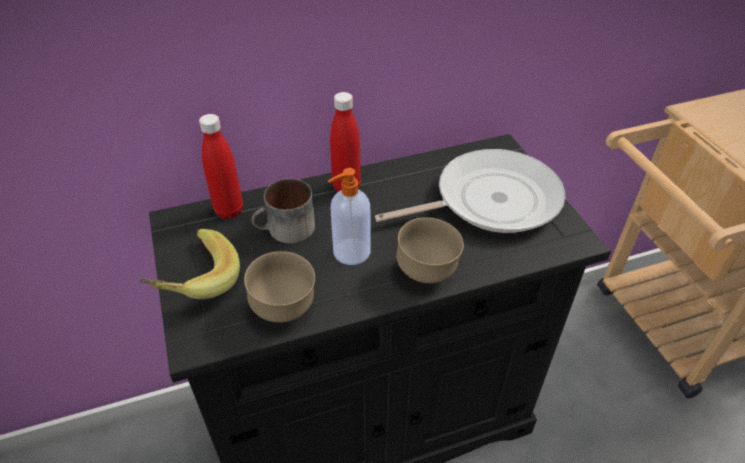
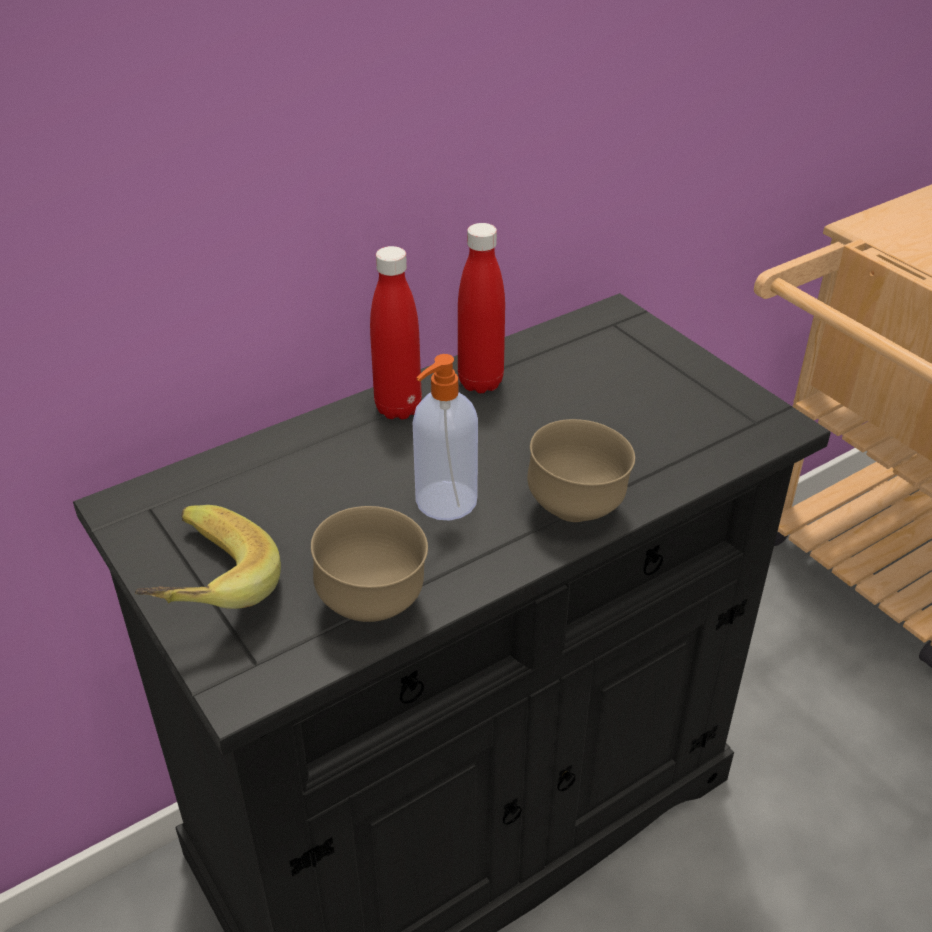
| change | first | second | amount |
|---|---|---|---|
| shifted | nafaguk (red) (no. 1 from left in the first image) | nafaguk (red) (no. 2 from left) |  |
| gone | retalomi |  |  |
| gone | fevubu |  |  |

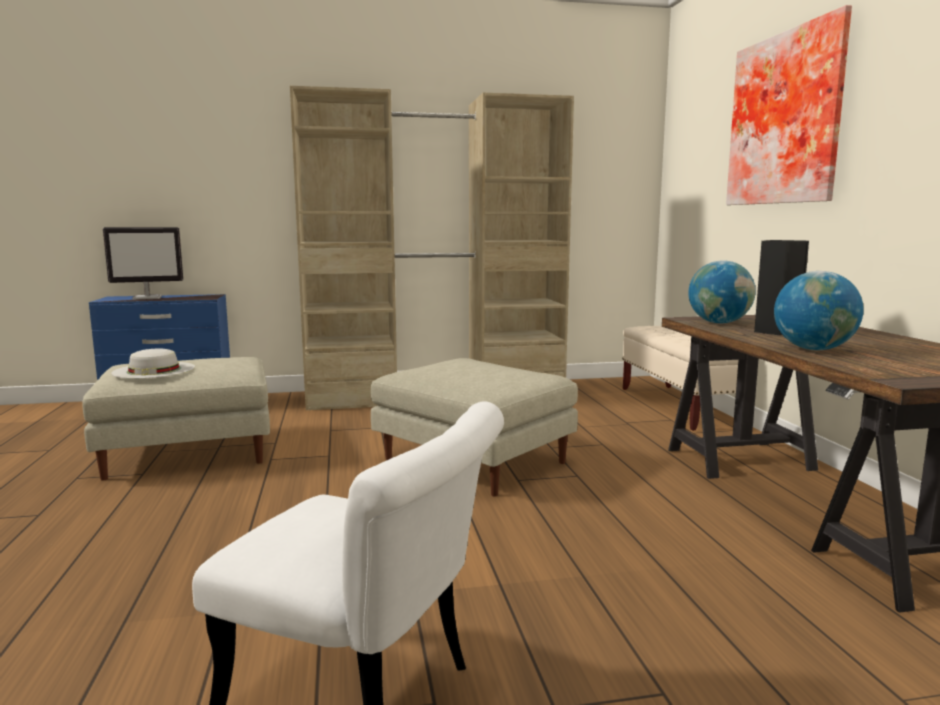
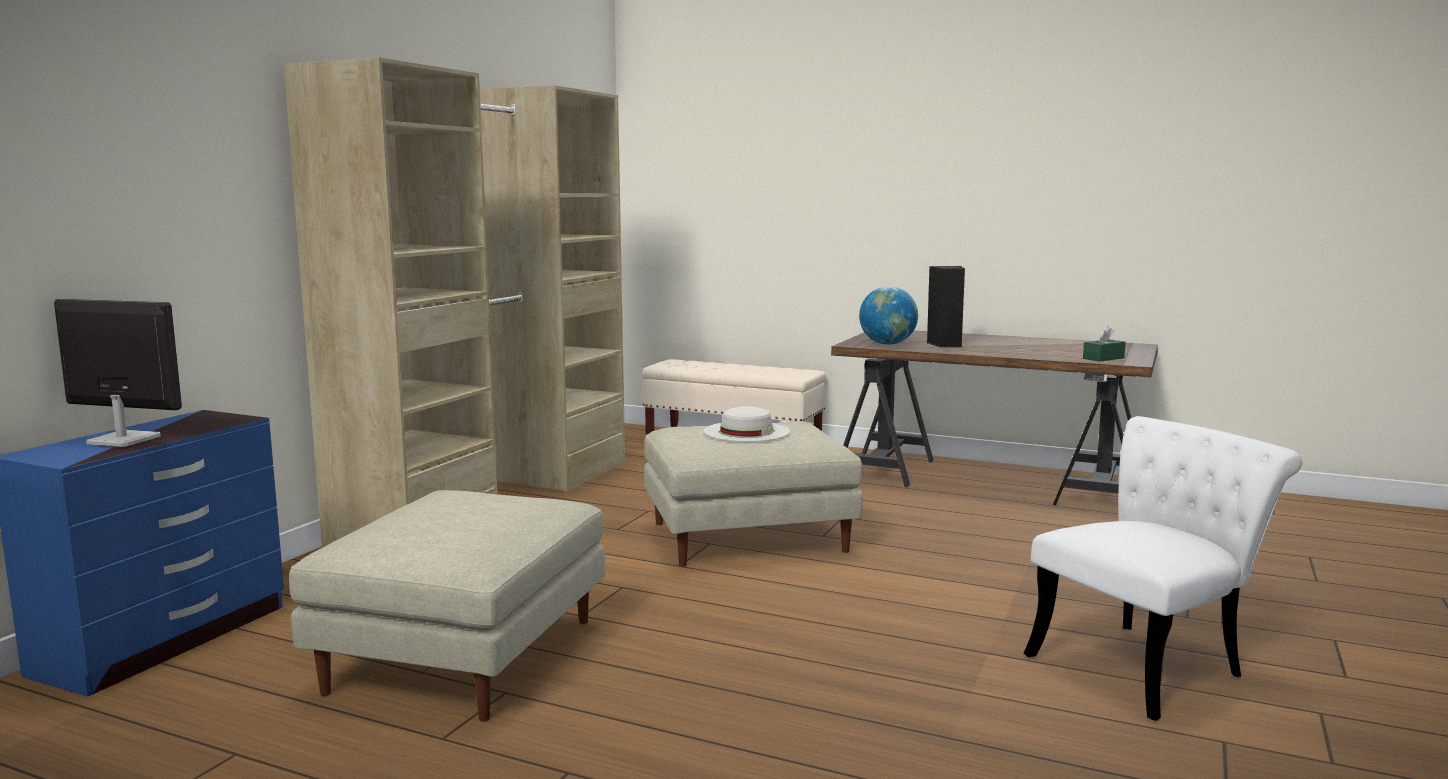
| change | first | second | amount |
|---|---|---|---|
| gone | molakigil |  |  |
| rotated | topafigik |  | 90 degrees counterclockwise |
| gone | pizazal (no. 2 from left) |  |  |
| shifted | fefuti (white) |  |  |
| new |  | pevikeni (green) |  |

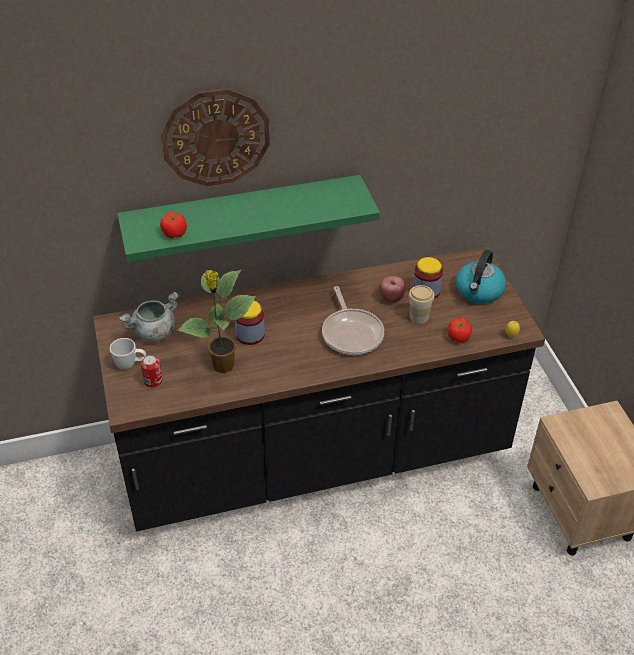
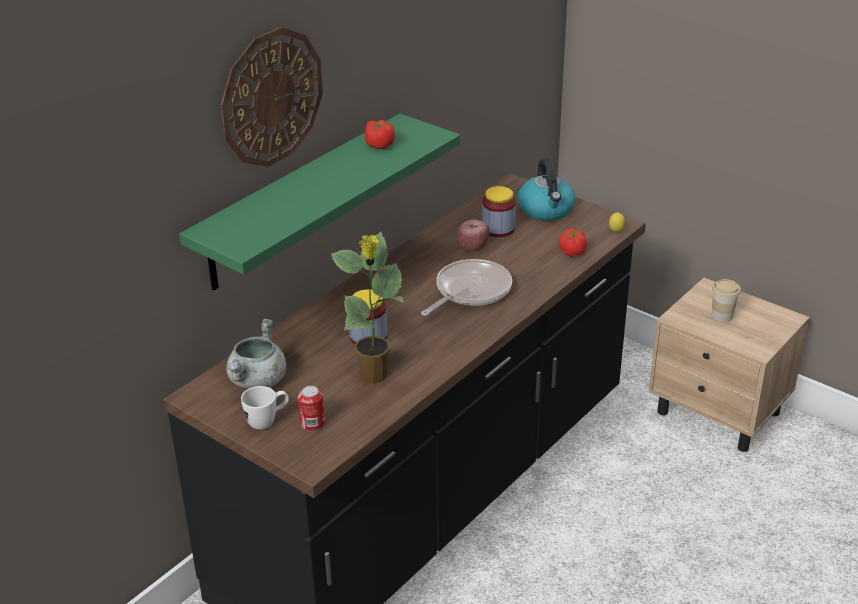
| change | first | second | amount |
|---|---|---|---|
| shifted | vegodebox (no. 1 from left) |  |  |
| shifted | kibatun |  |  |
| rotated | retalomi |  | 90 degrees counterclockwise |

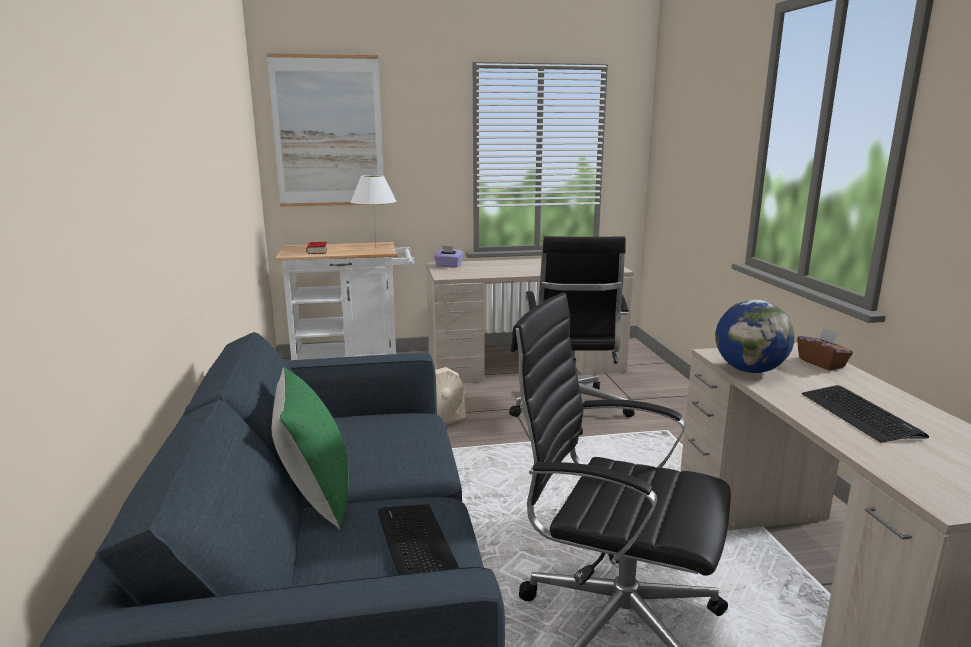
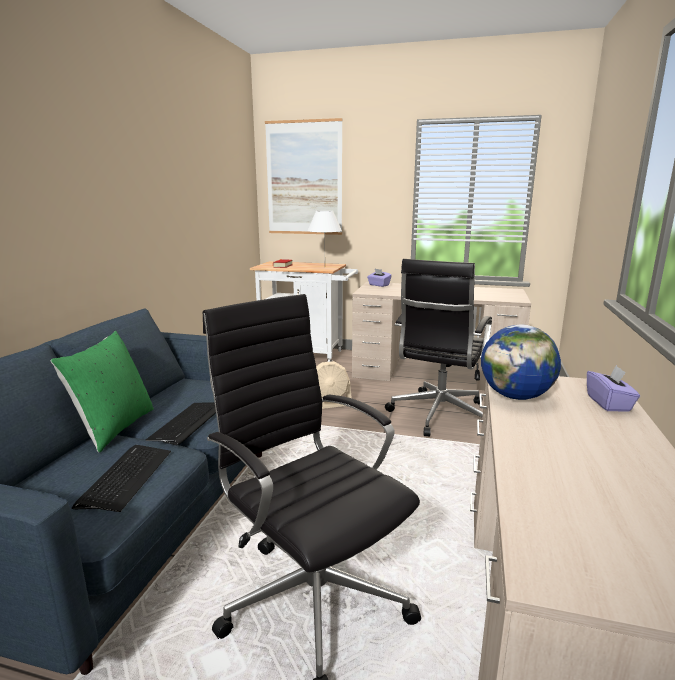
| change | first | second | amount |
|---|---|---|---|
| repainted | pevikeni (brown) | pevikeni (purple) (no. 2 from left) |  |
| shifted | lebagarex (no. 2 from left) |  |  |

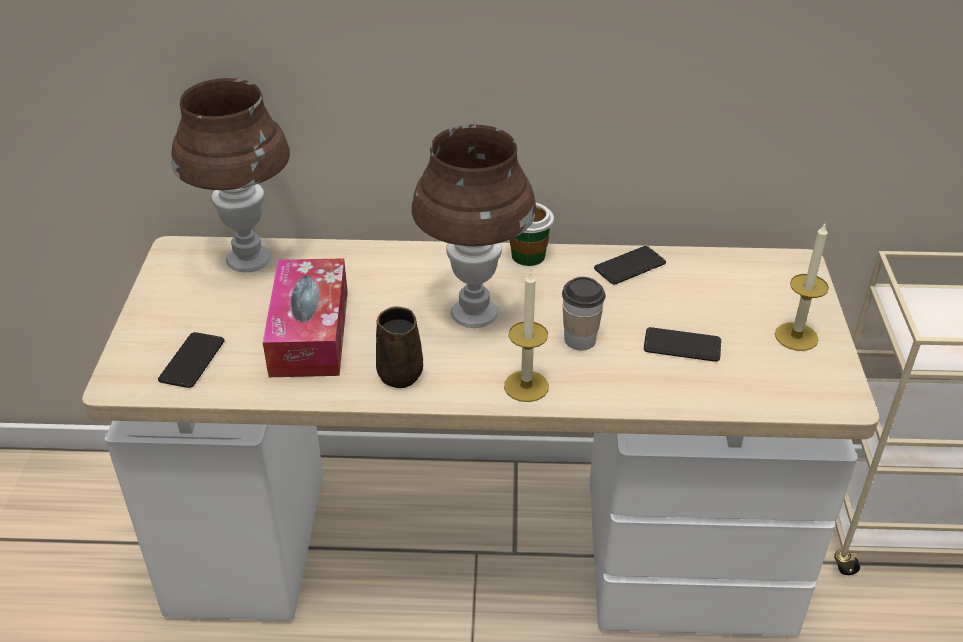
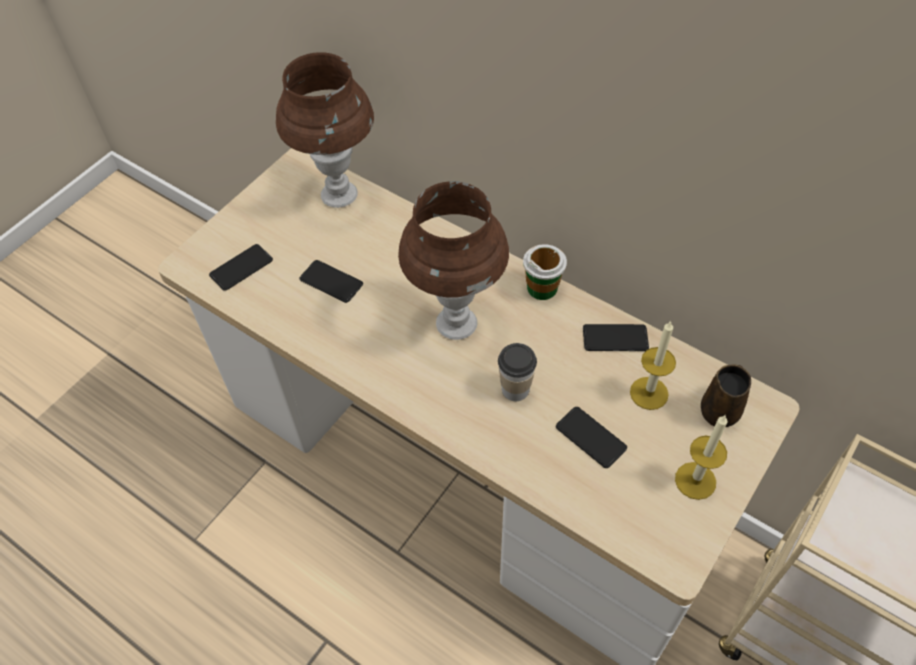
| change | first | second | amount |
|---|---|---|---|
| swapped | pevikeni | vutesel (no. 2 from left) |  |
| shifted | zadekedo (no. 1 from left) |  |  |
| shifted | fevubu (brown) |  |  |

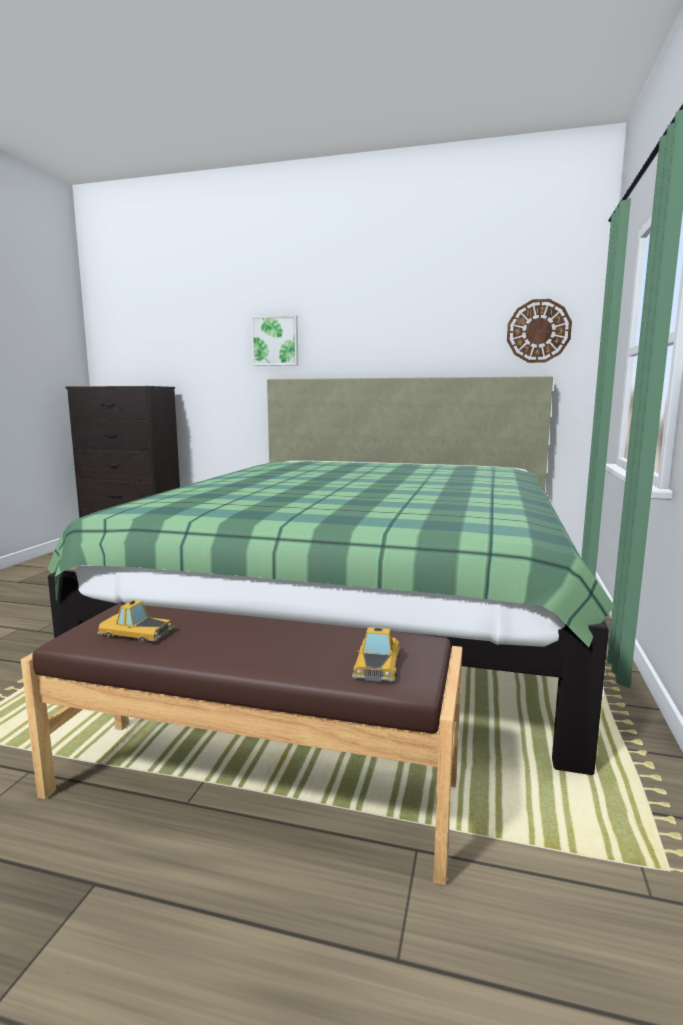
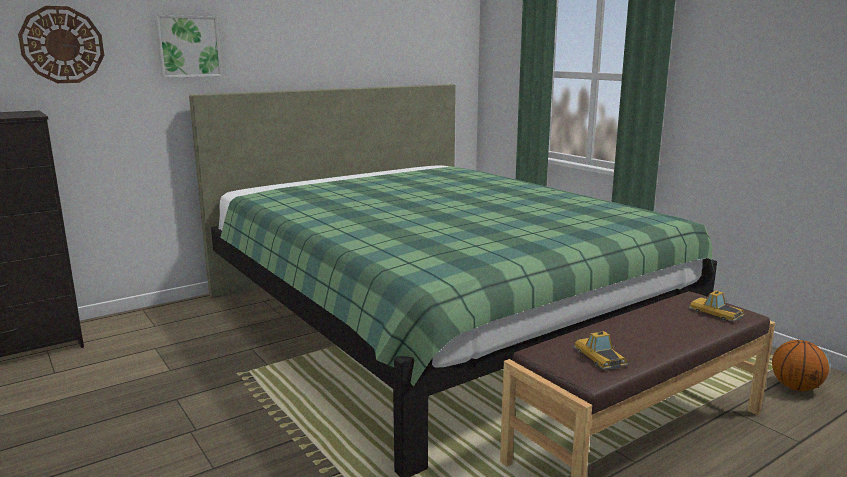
| change | first | second | amount |
|---|---|---|---|
| shifted | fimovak |  |  |
| rotated | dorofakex (no. 1 from left) |  | 105 degrees clockwise |
| new |  | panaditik |  |

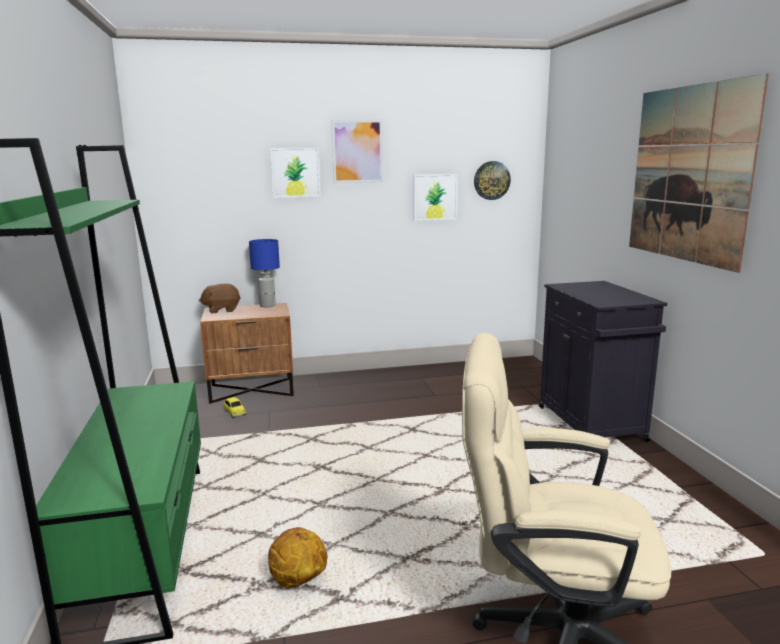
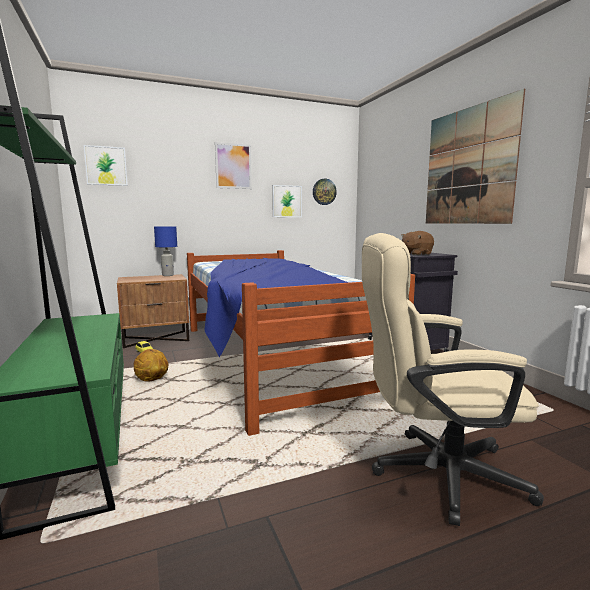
| change | first | second | amount |
|---|---|---|---|
| shifted | molakigil (no. 1 from left) |  |  |
| shifted | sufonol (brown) |  |  |
| shifted | panaditik |  |  |
| new |  | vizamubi |  |

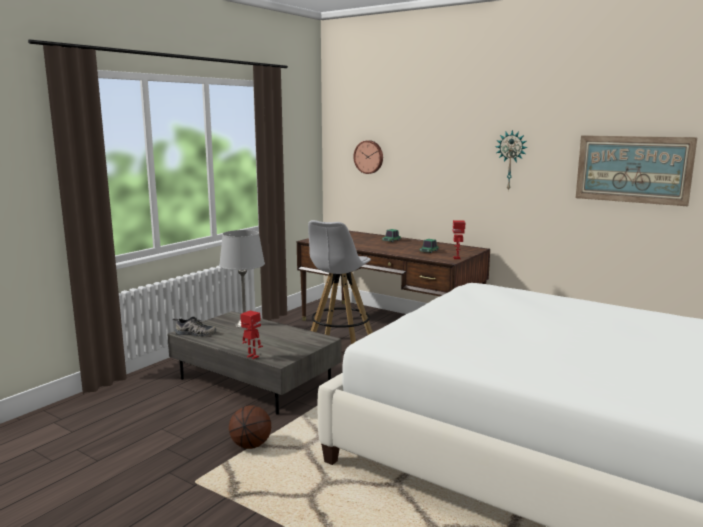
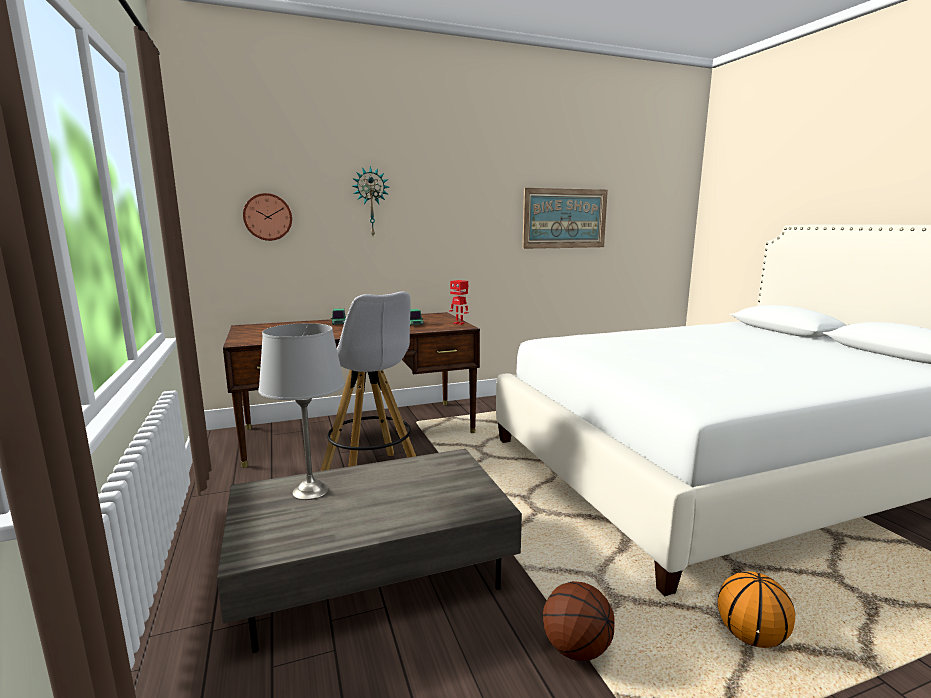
| change | first | second | amount |
|---|---|---|---|
| shifted | fimovak (no. 2 from left) |  |  |
| gone | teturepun (no. 1 from left) |  |  |
| gone | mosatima |  |  |
| new |  | panaditik (no. 2 from left) |  |

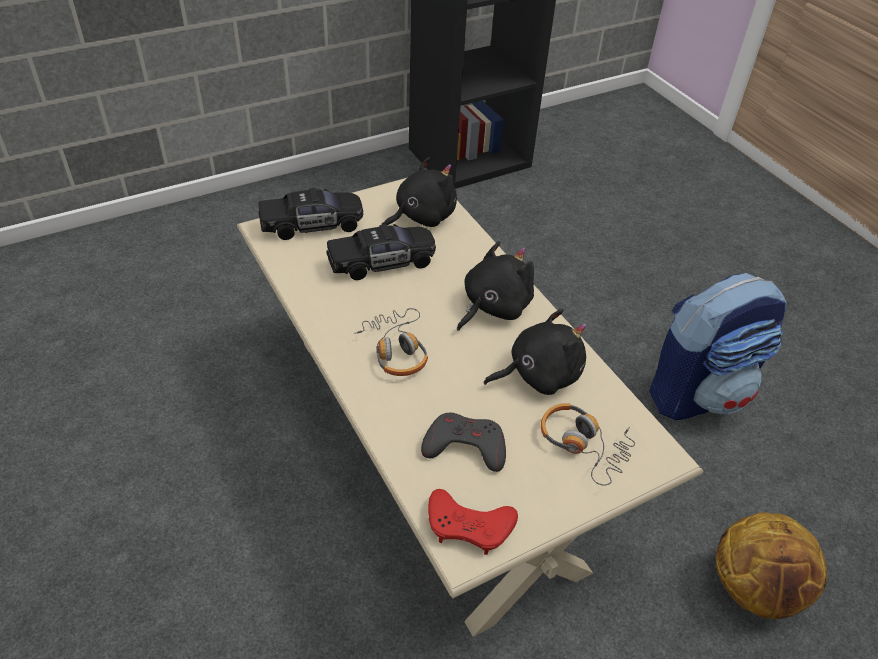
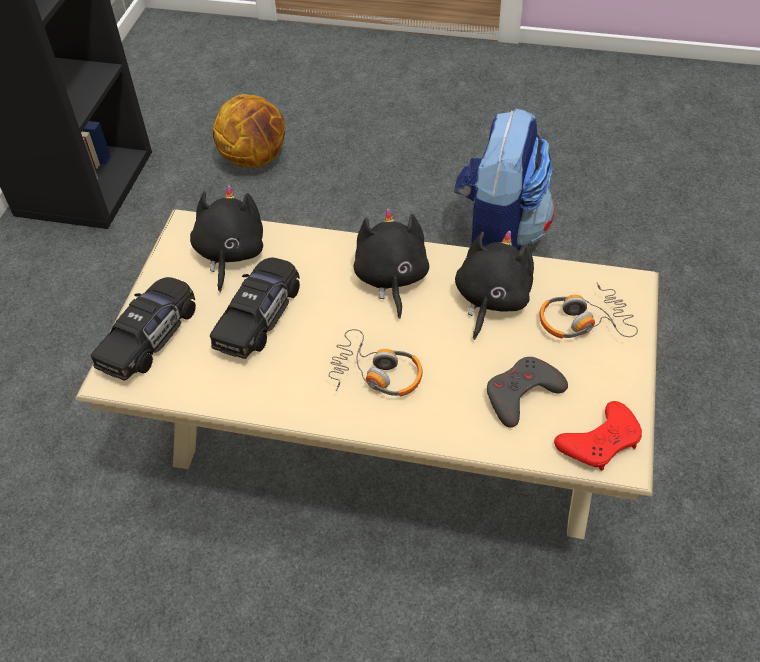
| change | first | second | amount |
|---|---|---|---|
| shifted | panaditik |  |  |

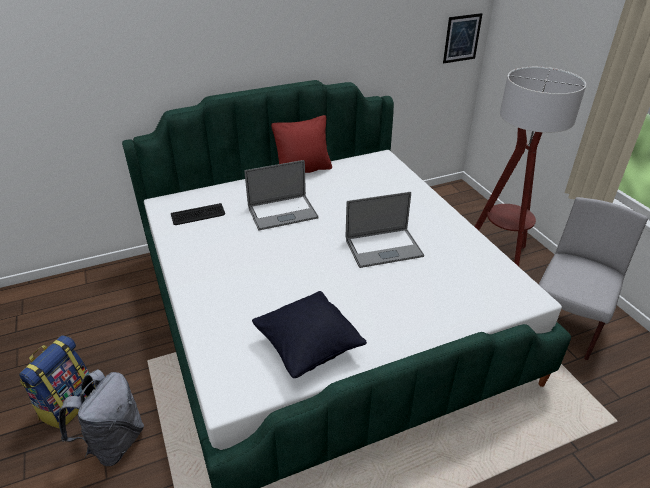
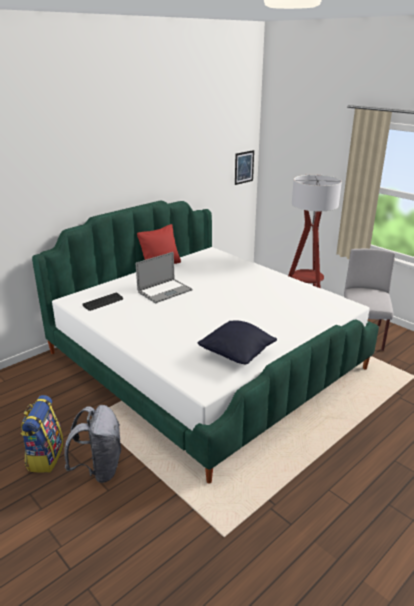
| change | first | second | amount |
|---|---|---|---|
| gone | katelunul (no. 2 from left) |  |  |

